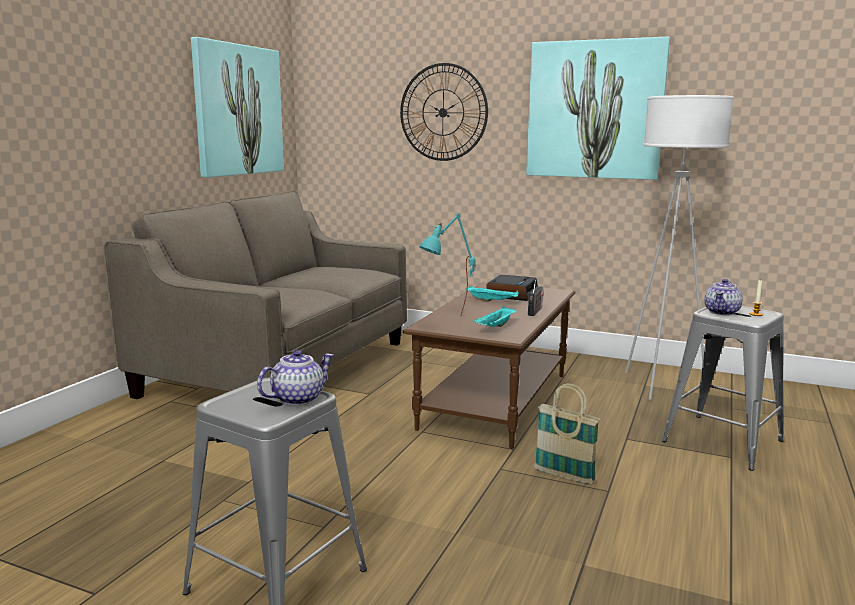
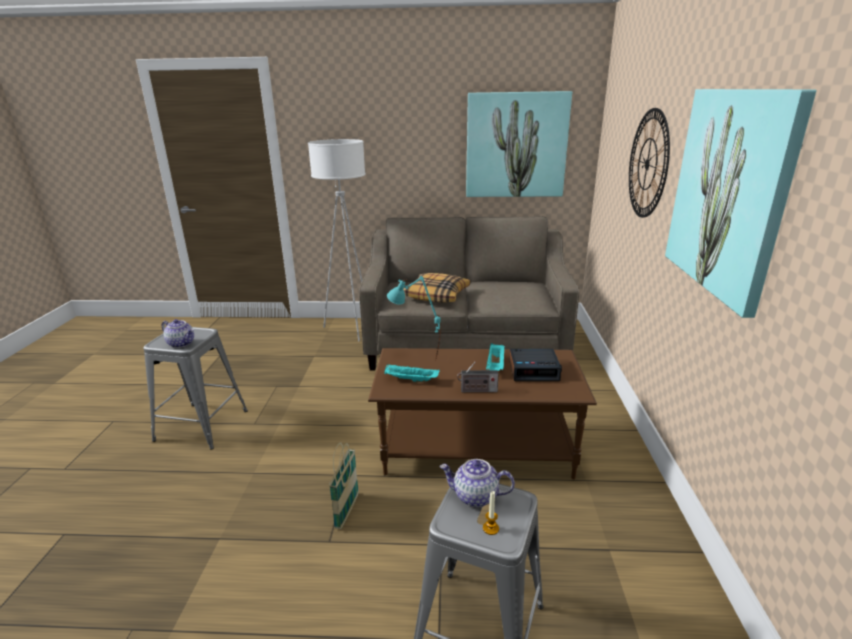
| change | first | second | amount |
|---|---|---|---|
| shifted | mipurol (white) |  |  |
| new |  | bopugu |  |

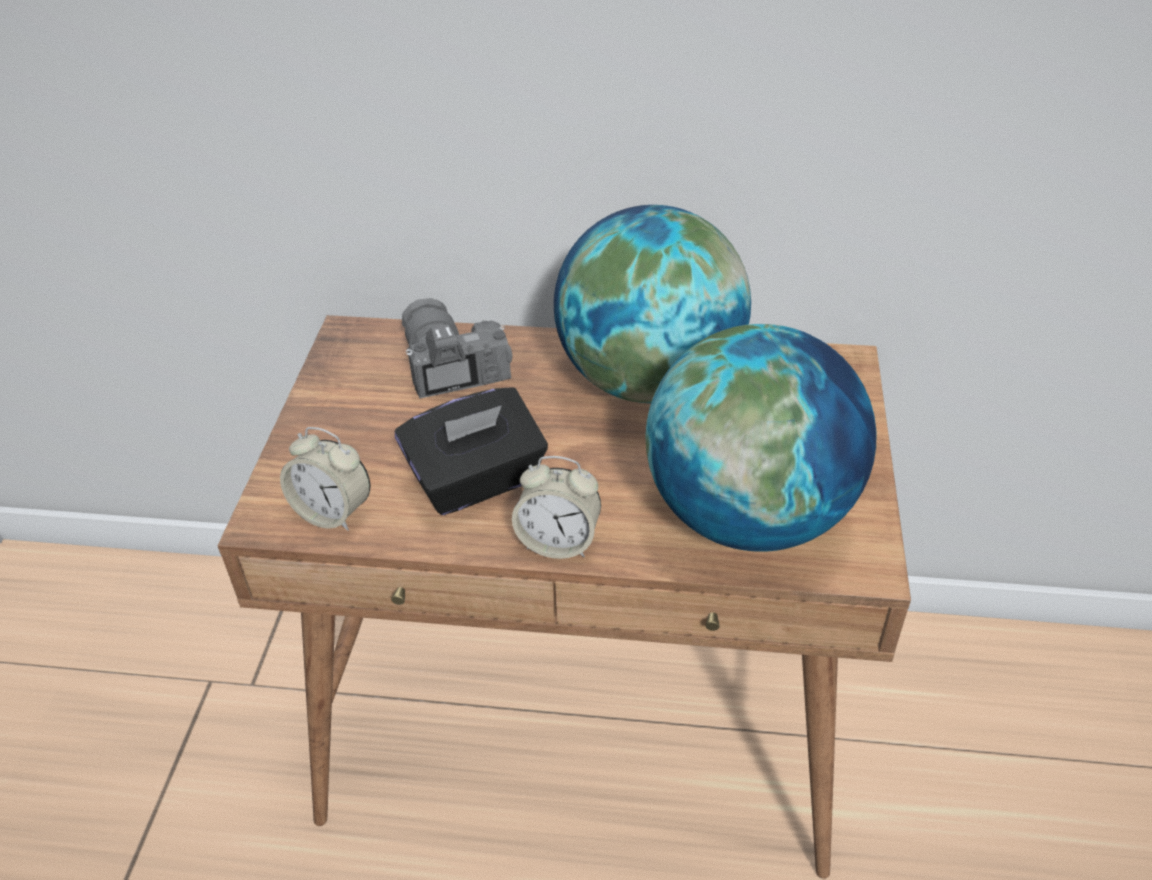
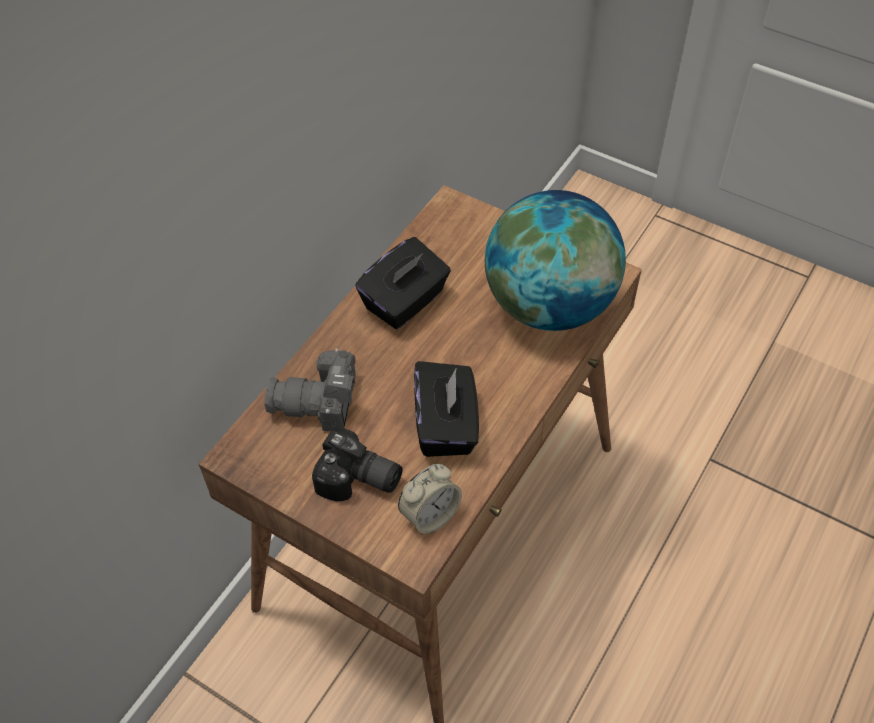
| change | first | second | amount |
|---|---|---|---|
| swapped | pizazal (no. 1 from left) | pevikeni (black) (no. 1 from left) |  |
| gone | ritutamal (no. 2 from left) |  |  |
| new |  | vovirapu (no. 2 from left) |  |

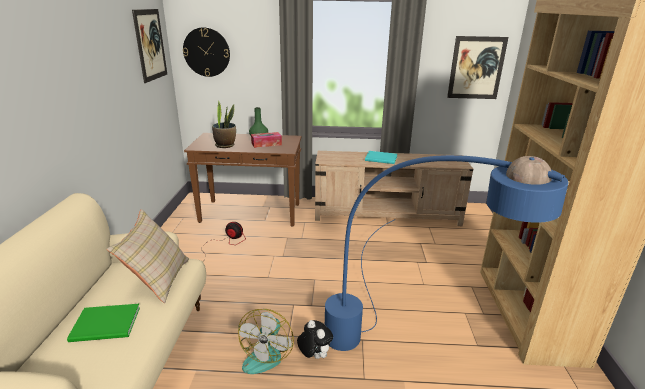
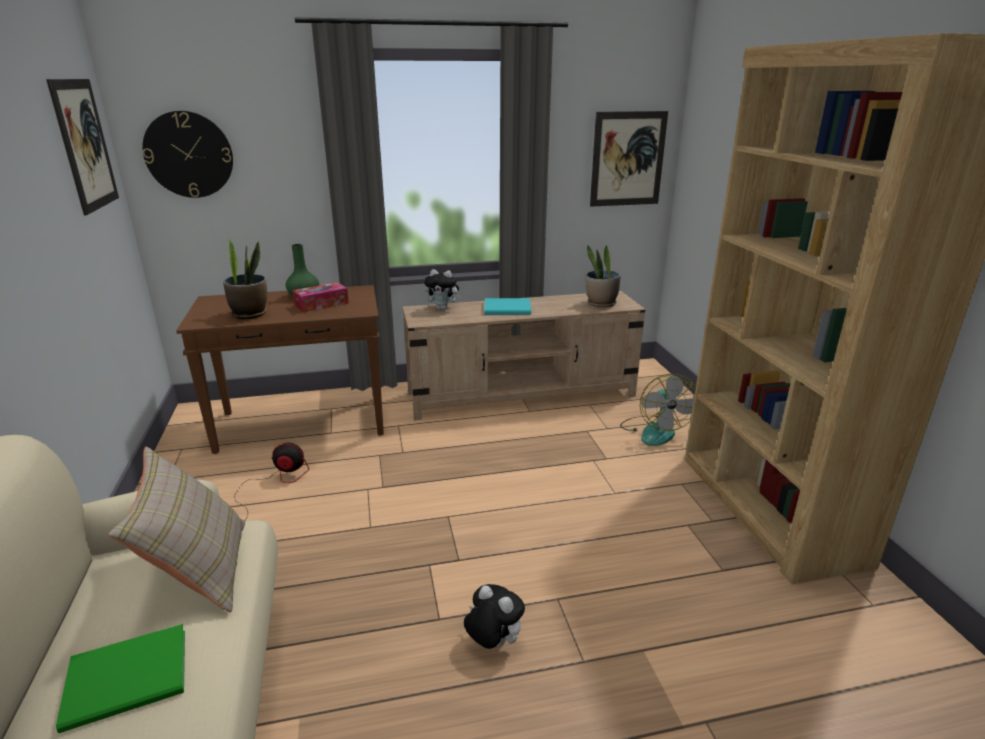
| change | first | second | amount |
|---|---|---|---|
| gone | mipurol (blue) |  |  |
| shifted | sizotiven (no. 2 from left) |  |  |
| new |  | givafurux (no. 2 from left) |  |
| new |  | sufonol (no. 1 from left) |  |

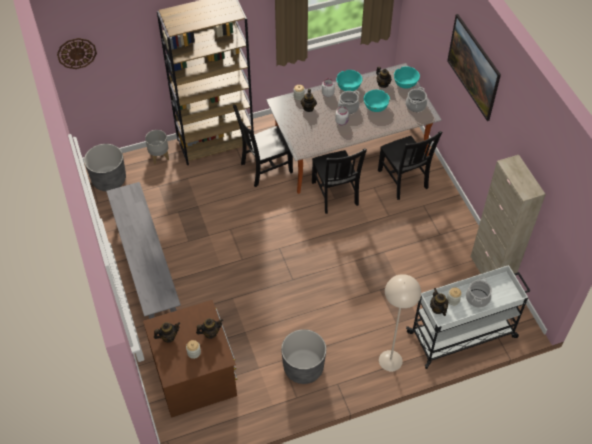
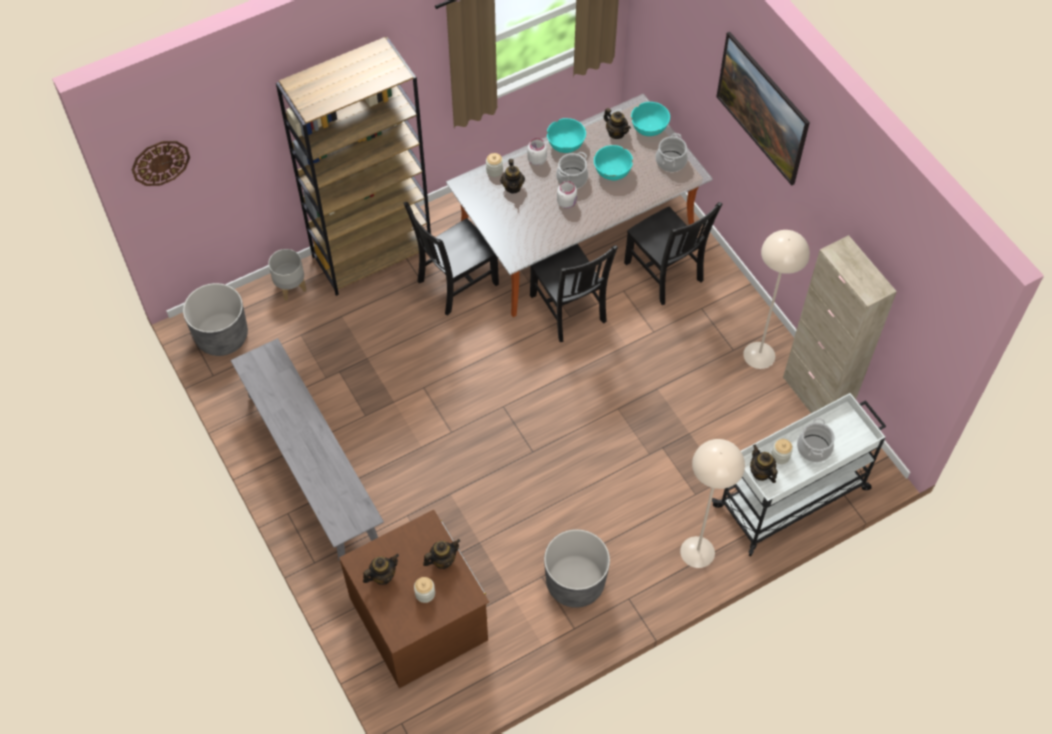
| change | first | second | amount |
|---|---|---|---|
| new |  | mipurol (beige) (no. 2 from left) |  |

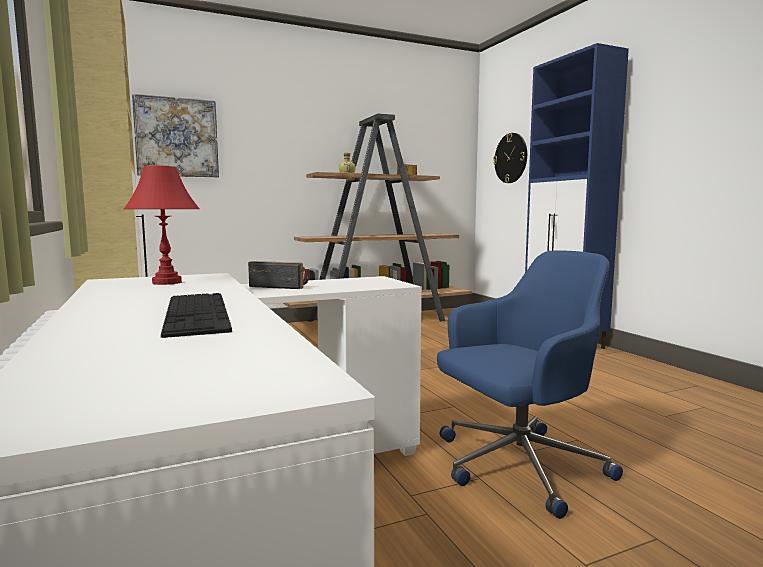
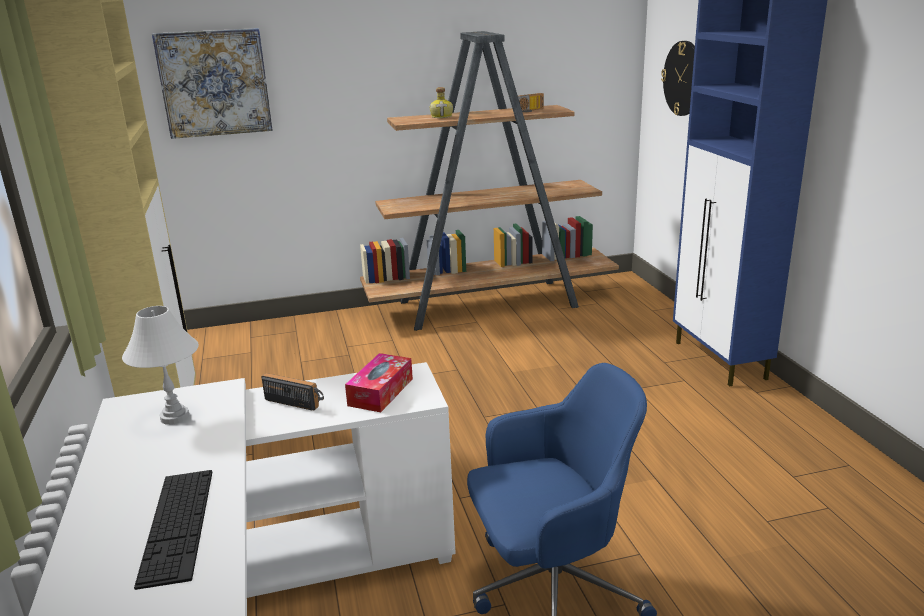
| change | first | second | amount |
|---|---|---|---|
| repainted | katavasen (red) | katavasen (white) |  |
| new |  | pevikeni |  |

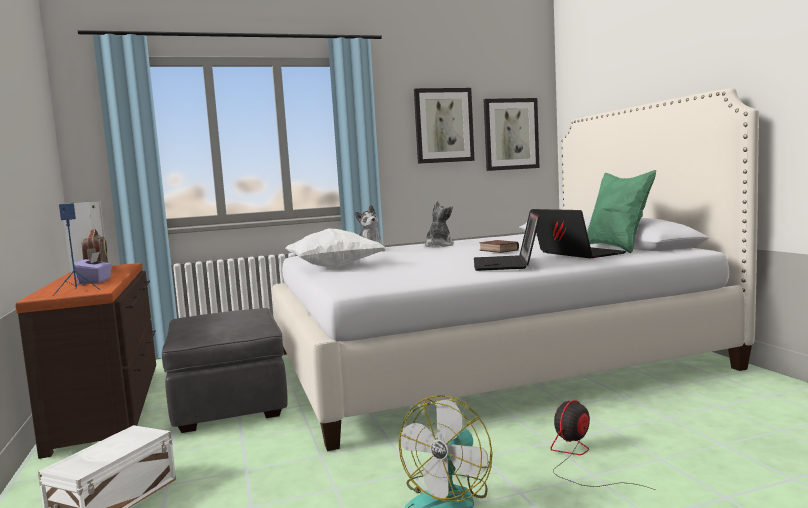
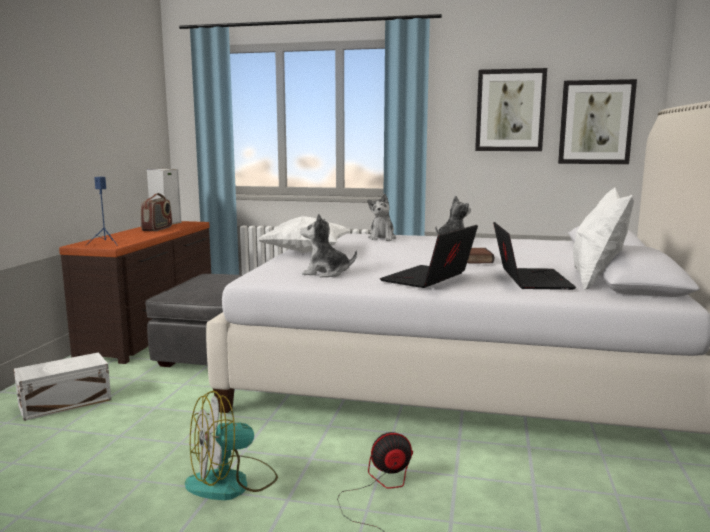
| change | first | second | amount |
|---|---|---|---|
| repainted | bopugu (green) | bopugu (white) (no. 2 from left) |  |
| gone | pevikeni (purple) |  |  |
| new |  | sufonol (no. 1 from left) |  |

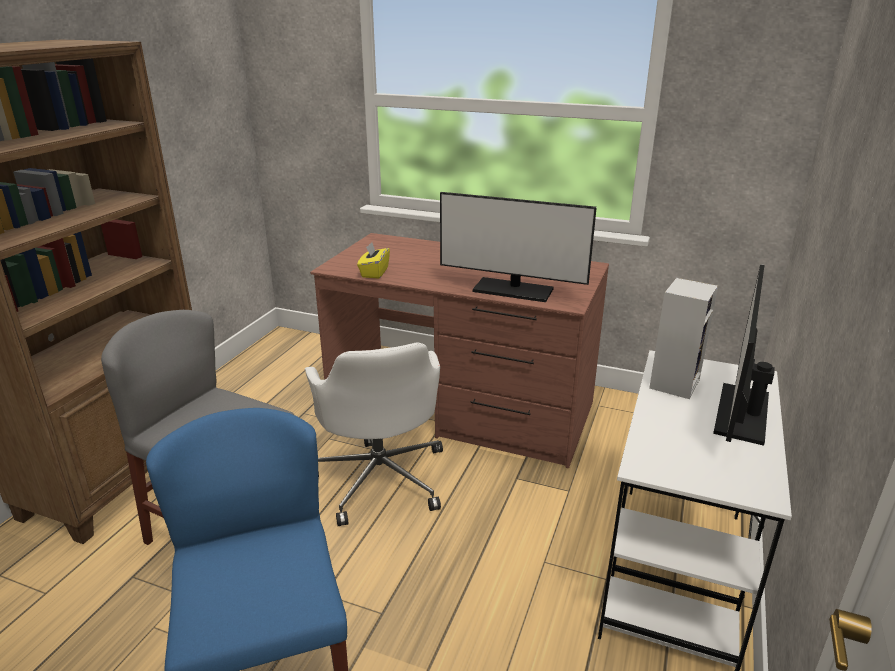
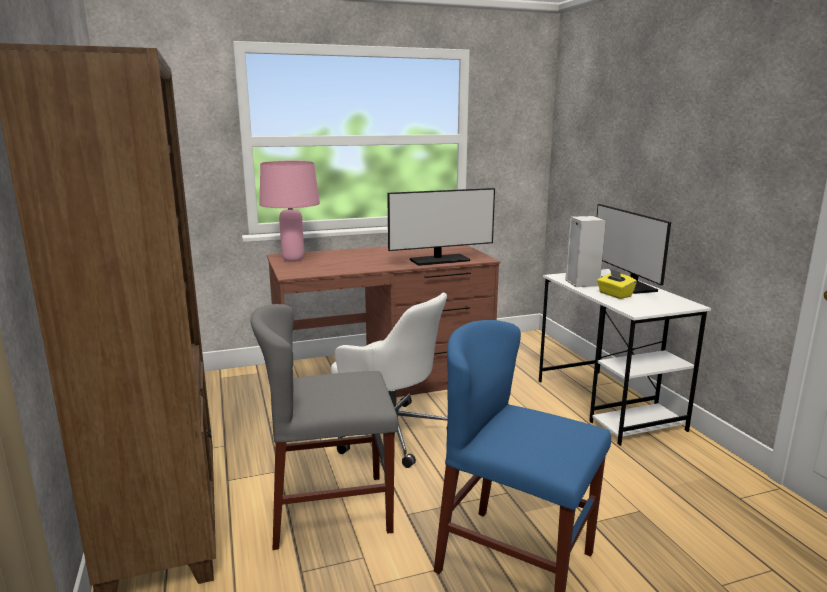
| change | first | second | amount |
|---|---|---|---|
| shifted | pevikeni (yellow) |  |  |
| new |  | katavasen (pink) |  |

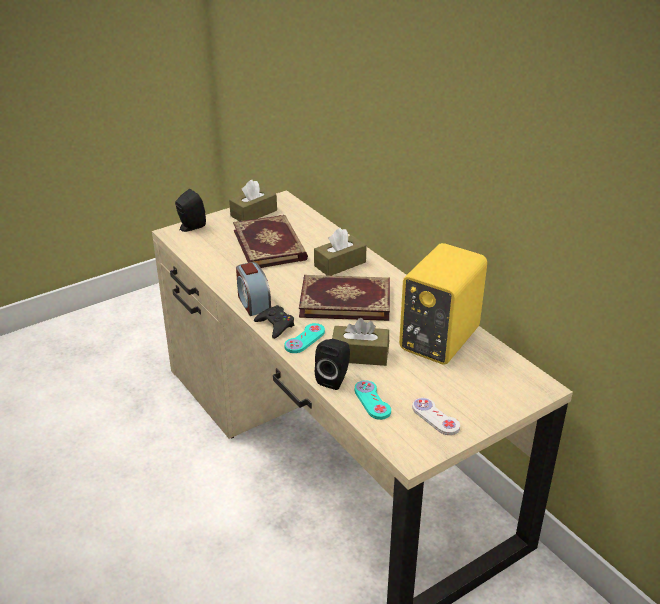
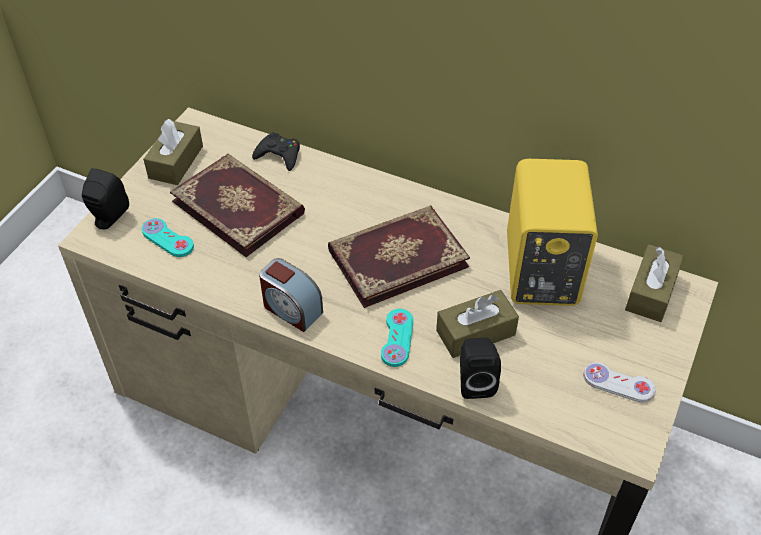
| change | first | second | amount |
|---|---|---|---|
| shifted | pevikeni (brown) (no. 2 from left in the first image) | pevikeni (brown) (no. 3 from left) |  |
| shifted | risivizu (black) |  |  |
| shifted | risivizu (turquoise) (no. 2 from left in the first image) | risivizu (turquoise) (no. 1 from left) |  |

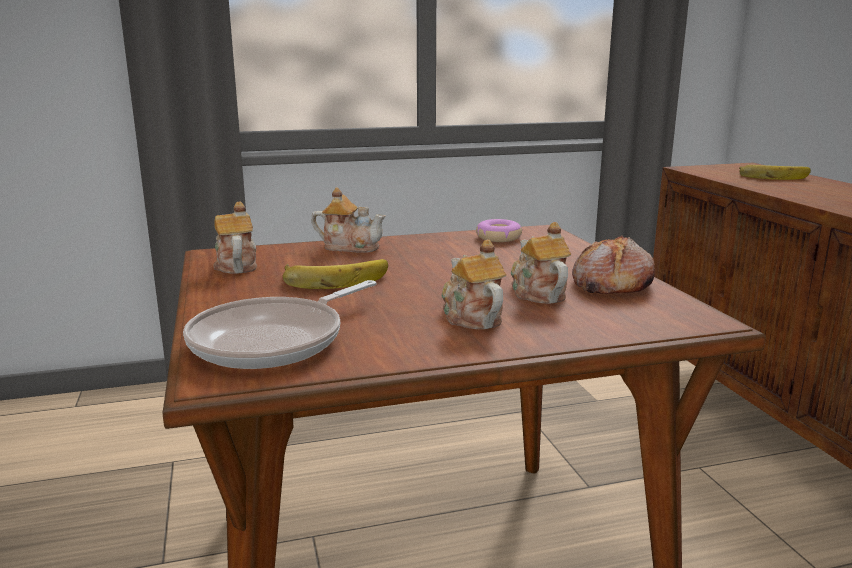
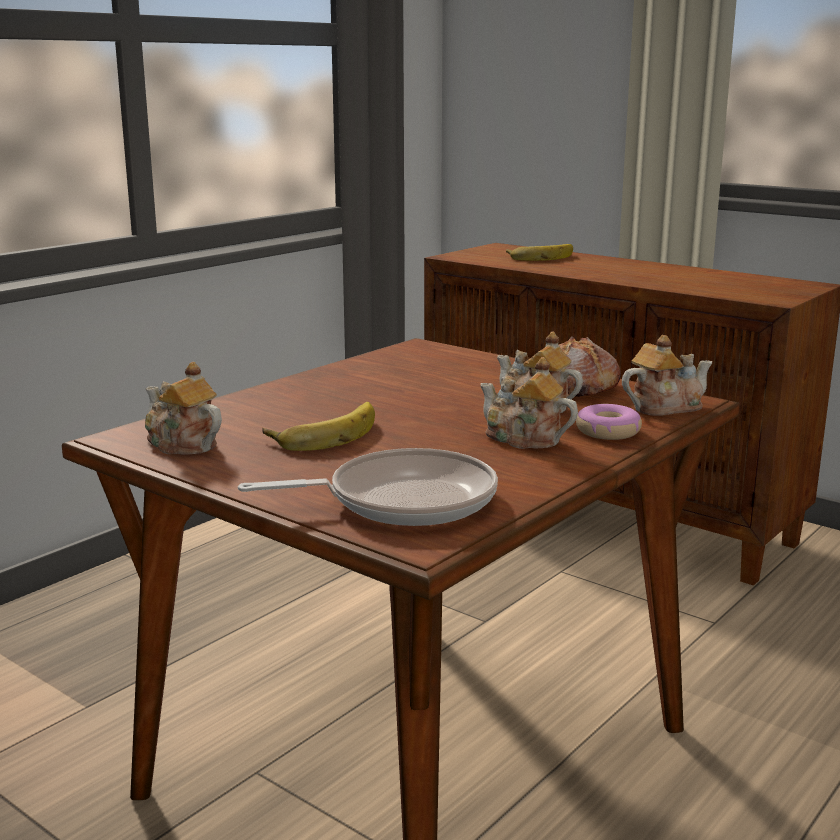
| change | first | second | amount |
|---|---|---|---|
| shifted | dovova (no. 2 from left in the first image) | dovova (no. 4 from left) |  |
| shifted | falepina |  |  |
| rotated | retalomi |  | 105 degrees counterclockwise |

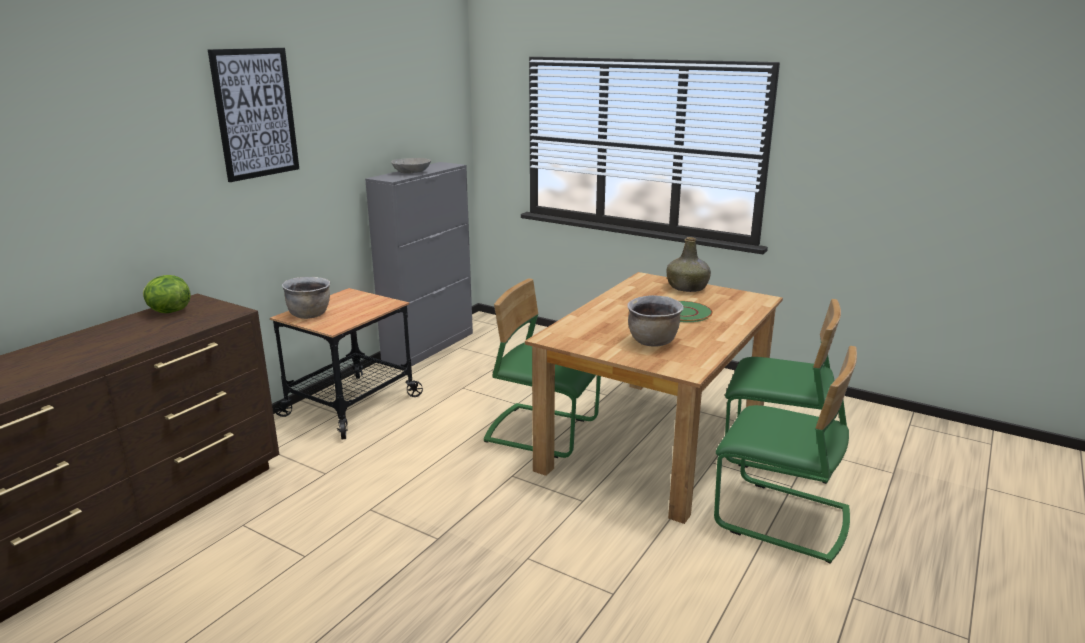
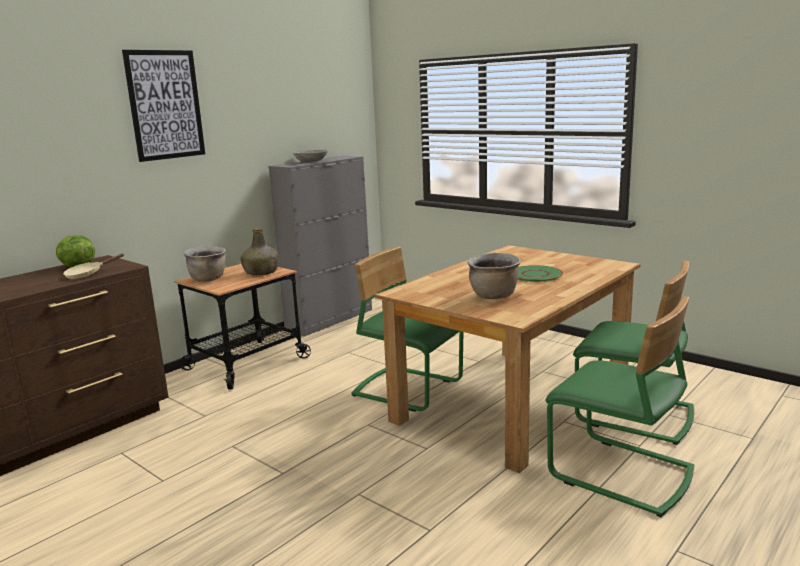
| change | first | second | amount |
|---|---|---|---|
| shifted | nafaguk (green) |  |  |
| new |  | retalomi (beige) |  |

